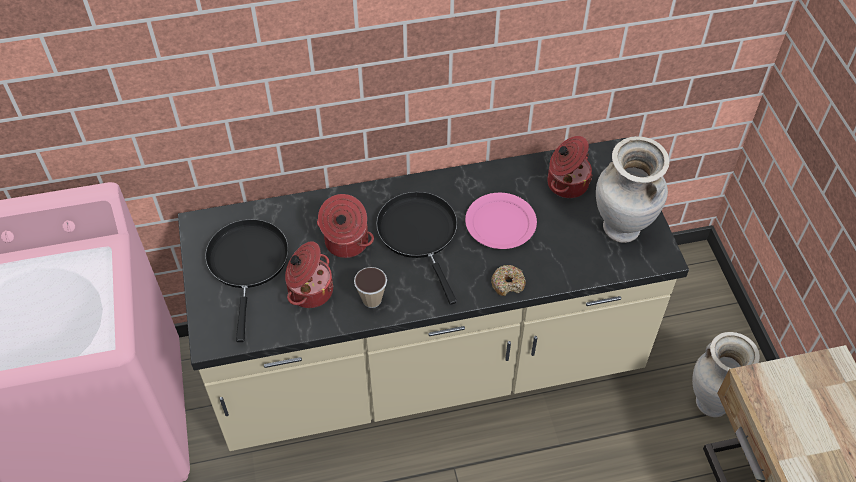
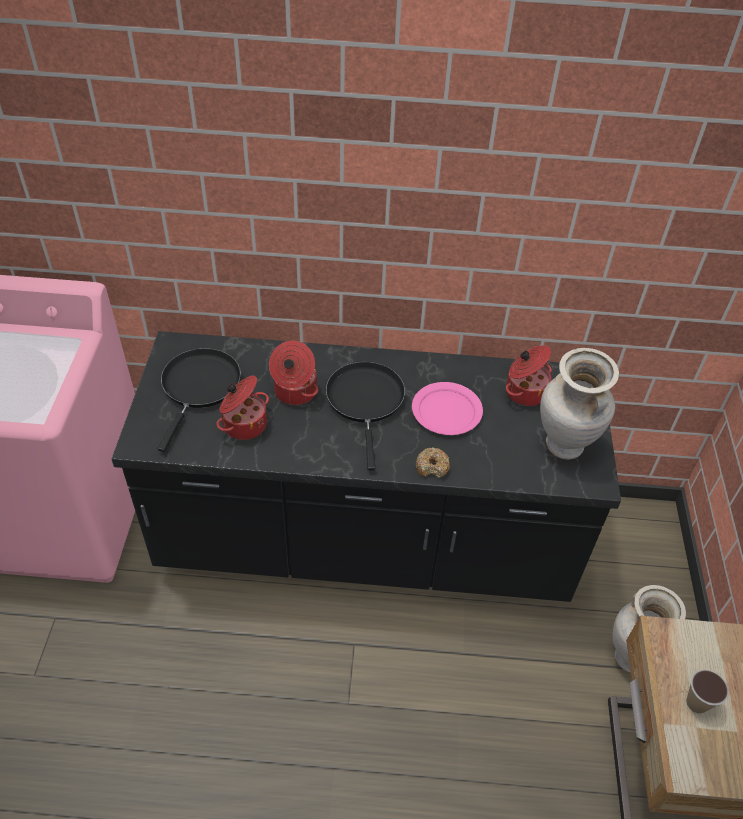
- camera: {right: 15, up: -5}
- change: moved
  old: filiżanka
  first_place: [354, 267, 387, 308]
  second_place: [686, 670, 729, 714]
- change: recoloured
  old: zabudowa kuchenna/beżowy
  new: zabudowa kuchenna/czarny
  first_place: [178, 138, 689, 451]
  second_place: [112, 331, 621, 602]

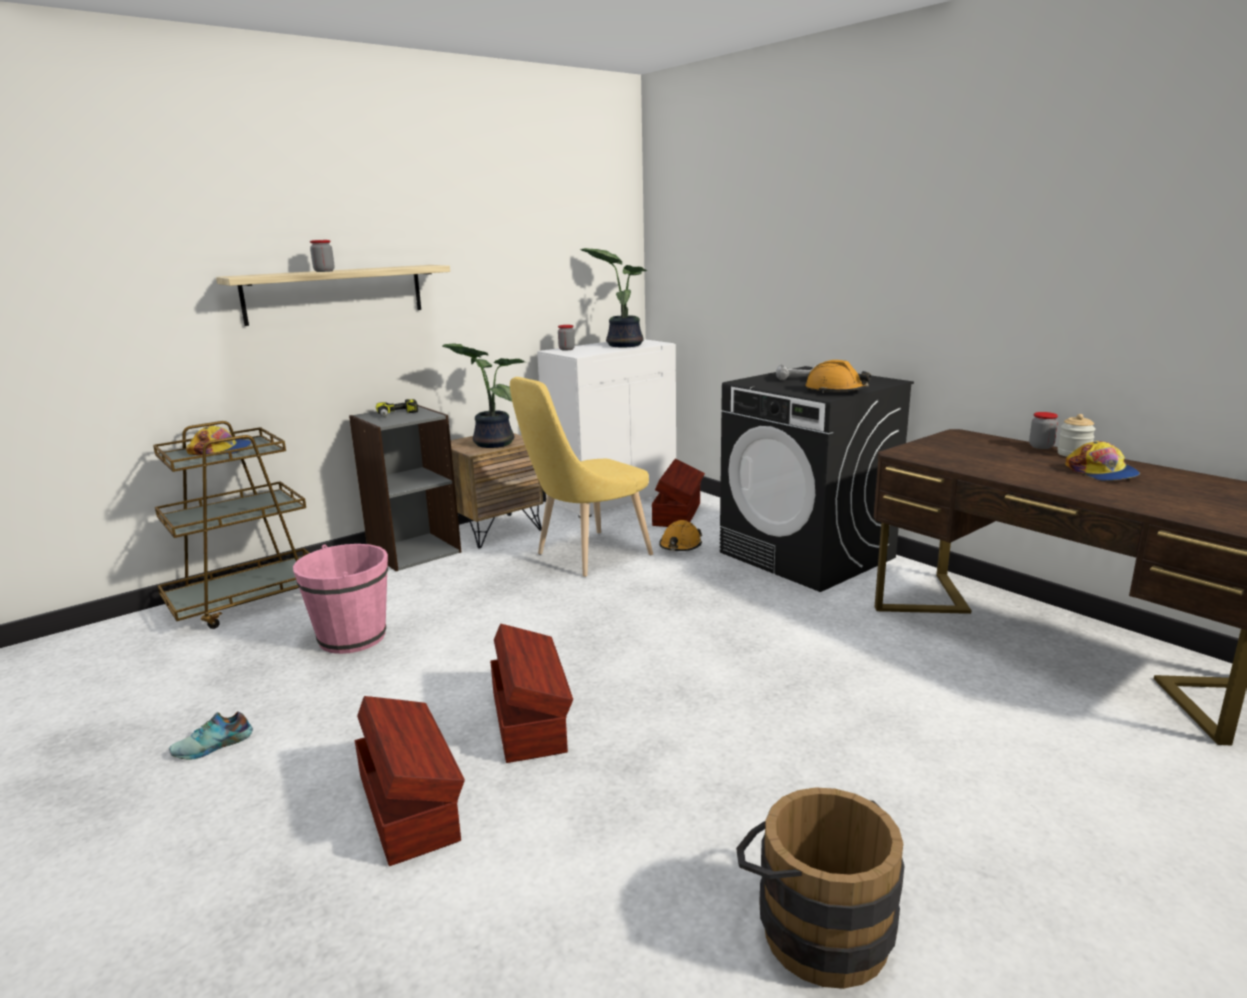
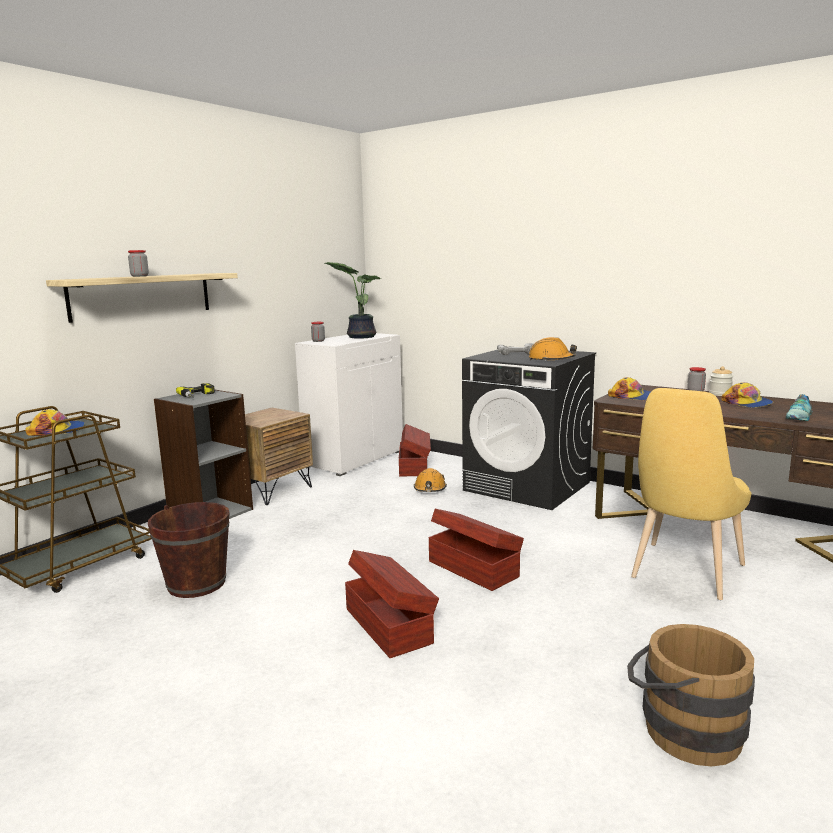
- camera: {right: -15, up: -5}
- change: removed
  old: roślina doniczkowa
  first_place: [442, 343, 525, 448]
- change: added
  new: czapka z daszkiem
  second_place: [608, 377, 651, 400]
- change: moved
  old: but
  first_place: [169, 712, 253, 760]
  second_place: [786, 394, 812, 421]
- change: moved
  old: pojemnik do przechowywania/brązowy
  first_place: [355, 696, 465, 866]
  second_place: [429, 509, 524, 591]
- change: moved
  old: krzesło/żółty
  first_place: [510, 377, 653, 577]
  second_place: [631, 388, 752, 600]
- change: recoloured
  old: wiadro/różowy
  new: wiadro/brązowy
  first_place: [293, 544, 388, 654]
  second_place: [148, 502, 230, 598]

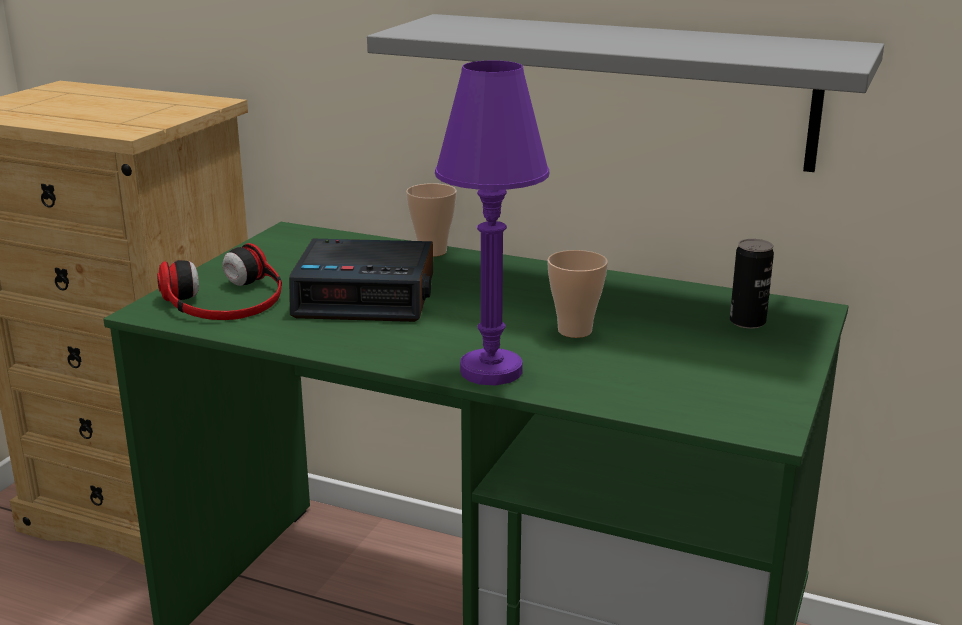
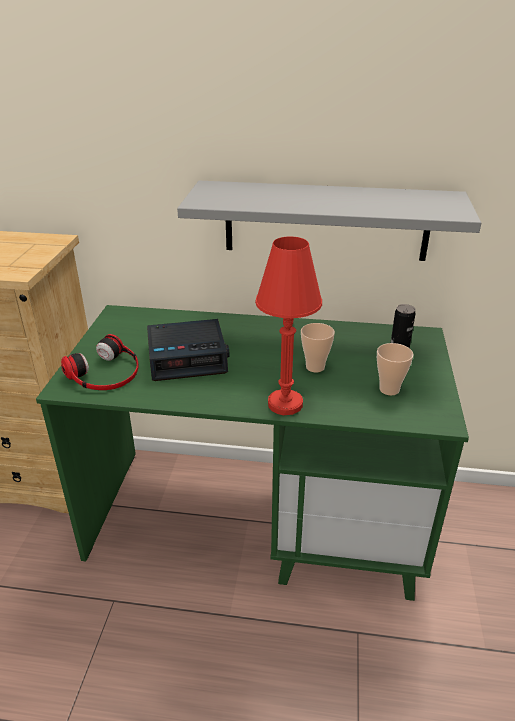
- camera: {right: -15, up: 10}
- change: moved
  old: filiżanka
  first_place: [406, 183, 457, 257]
  second_place: [377, 343, 414, 395]
- change: recoloured
  old: lampa stołowa/fioletowy
  new: lampa stołowa/czerwony
  first_place: [435, 60, 550, 386]
  second_place: [255, 236, 322, 415]

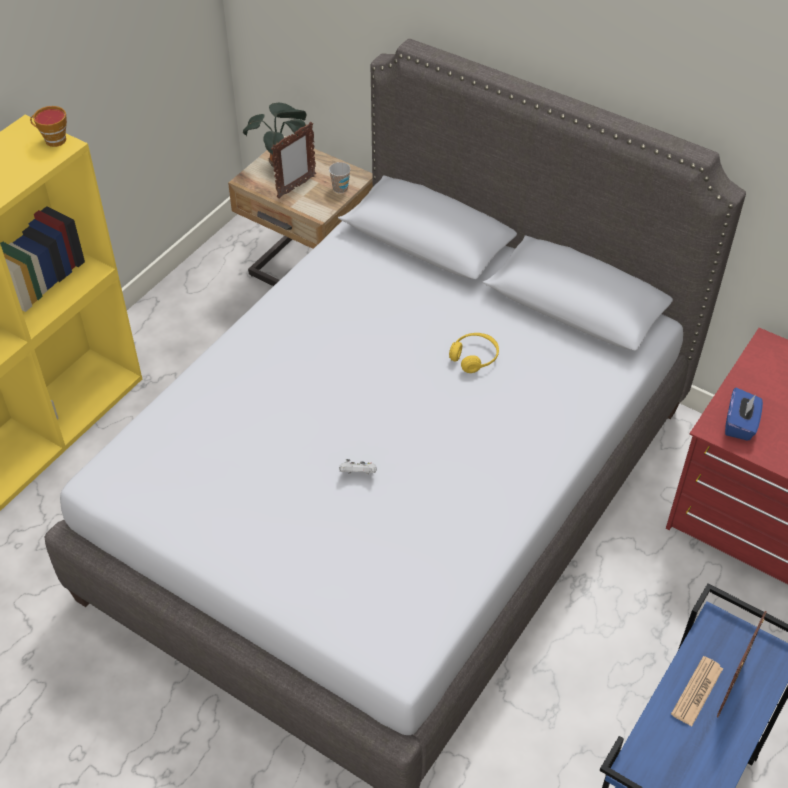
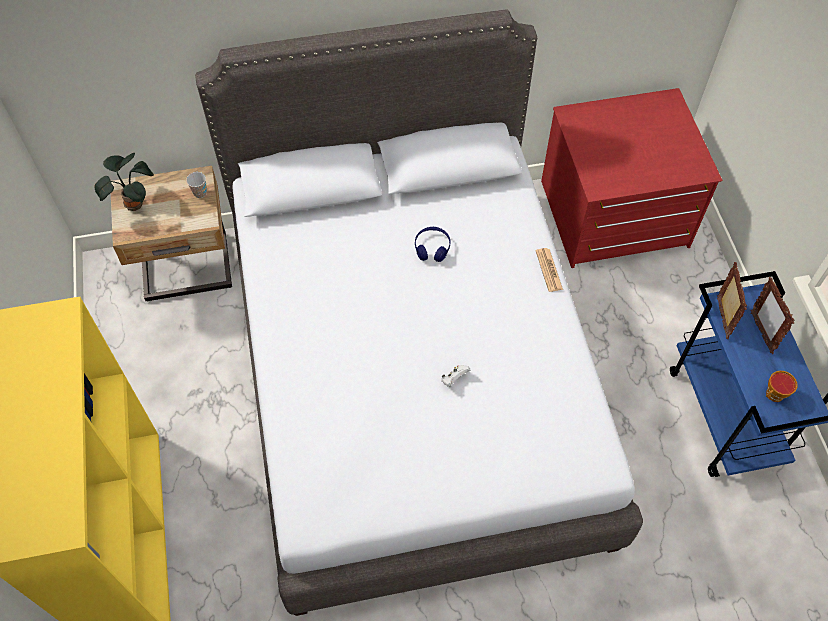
- camera: {right: -45, up: 10}
- change: removed
  old: pudełko chusteczek/niebieski
  first_place: [725, 388, 763, 441]
- change: moved
  old: filiżanka
  first_place: [30, 106, 67, 147]
  second_place: [766, 371, 798, 402]
- change: moved
  old: ramka na zdjęcie
  first_place: [271, 122, 316, 199]
  second_place: [717, 262, 747, 339]
- change: moved
  old: gazeta
  first_place: [671, 656, 723, 727]
  second_place: [536, 248, 563, 292]
- change: recoloured
  old: słuchawki/żółty
  new: słuchawki/niebieski
  first_place: [449, 333, 499, 373]
  second_place: [415, 227, 451, 262]

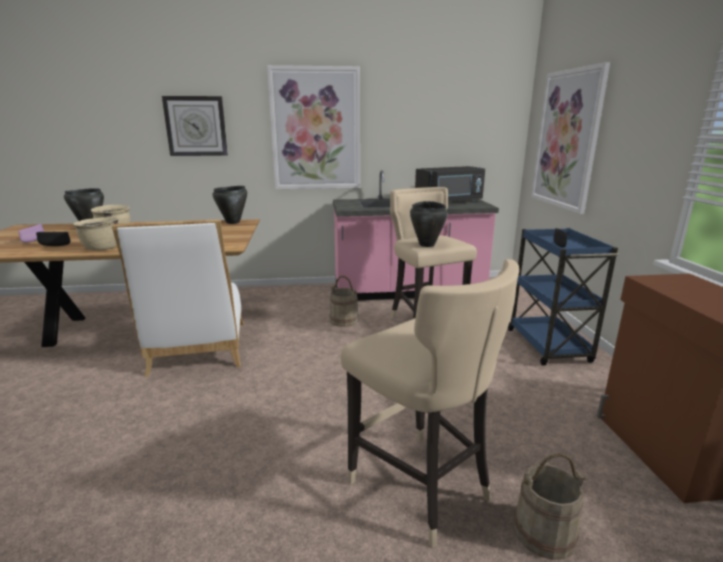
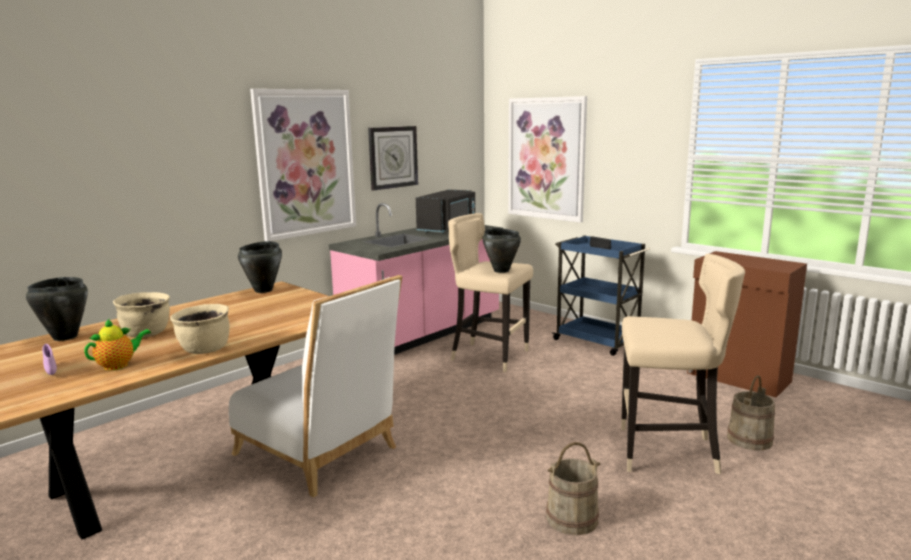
- camera: {right: -40, up: -5}
- change: moved
  old: zegar ścienny
  first_place: [162, 96, 228, 156]
  second_place: [368, 126, 418, 190]
- change: moved
  old: wiadro/beżowy
  first_place: [329, 276, 359, 327]
  second_place: [546, 442, 600, 535]
- change: replaced
  old: miska/czarny
  new: imbryk
  first_place: [36, 232, 70, 246]
  second_place: [84, 318, 151, 371]

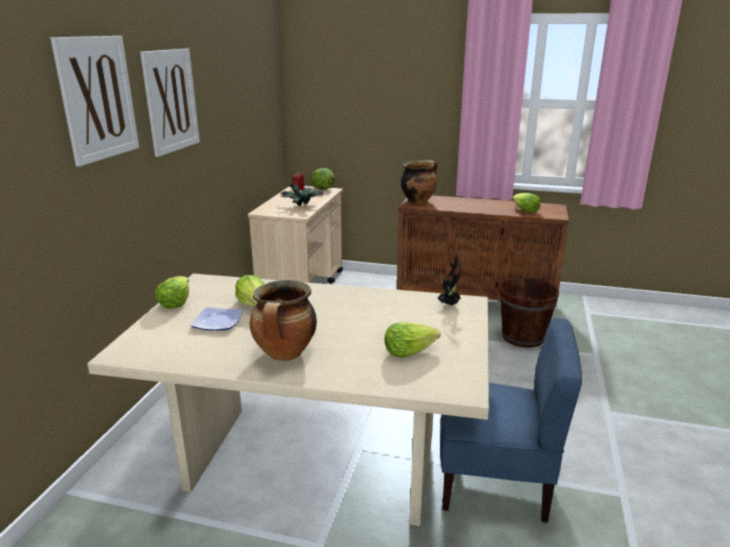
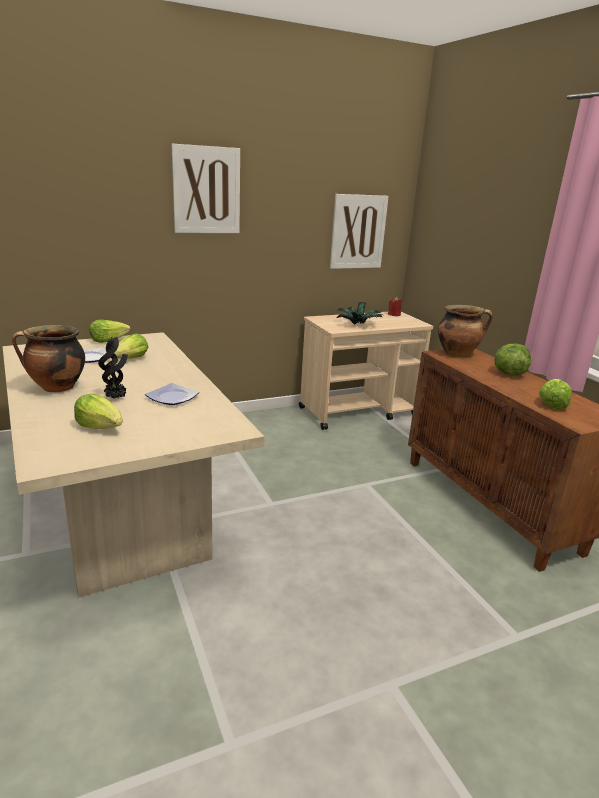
- camera: {right: 50, up: 0}
- change: removed
  old: krzesło/niebieski
  first_place: [440, 318, 582, 523]
- change: removed
  old: wiadro/brązowy
  first_place: [500, 275, 559, 348]
- change: added
  new: talerz
  second_place: [145, 383, 200, 405]
- change: moved
  old: obraz
  first_place: [51, 36, 139, 167]
  second_place: [330, 194, 389, 269]
- change: moved
  old: sałata
  first_place: [311, 168, 335, 190]
  second_place: [494, 343, 531, 376]
- change: moved
  old: roślina doniczkowa
  first_place: [437, 247, 461, 306]
  second_place: [98, 337, 128, 399]

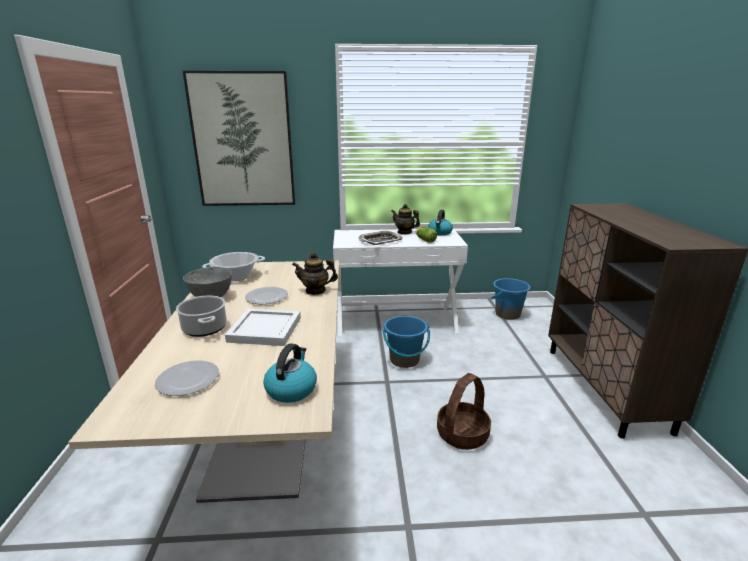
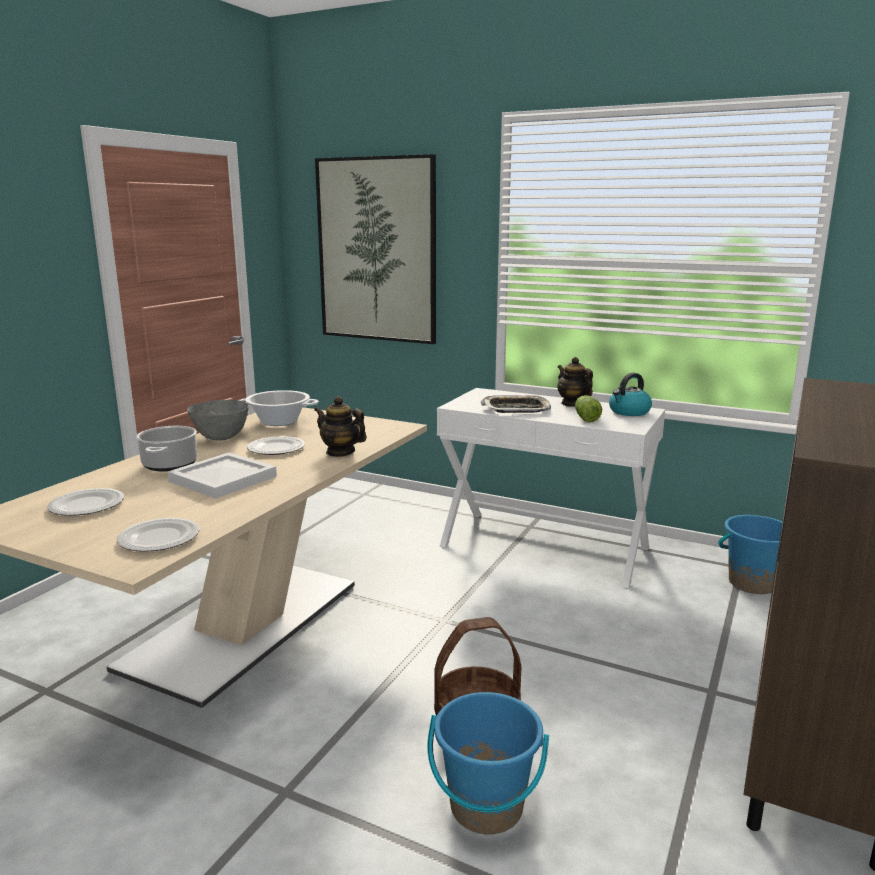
- camera: {right: 30, up: -5}
- change: moved
  old: wiadro/niebieski
  first_place: [382, 316, 430, 368]
  second_place: [427, 692, 549, 835]
- change: replaced
  old: czajnik
  new: talerz
  first_place: [263, 344, 317, 403]
  second_place: [117, 518, 200, 552]

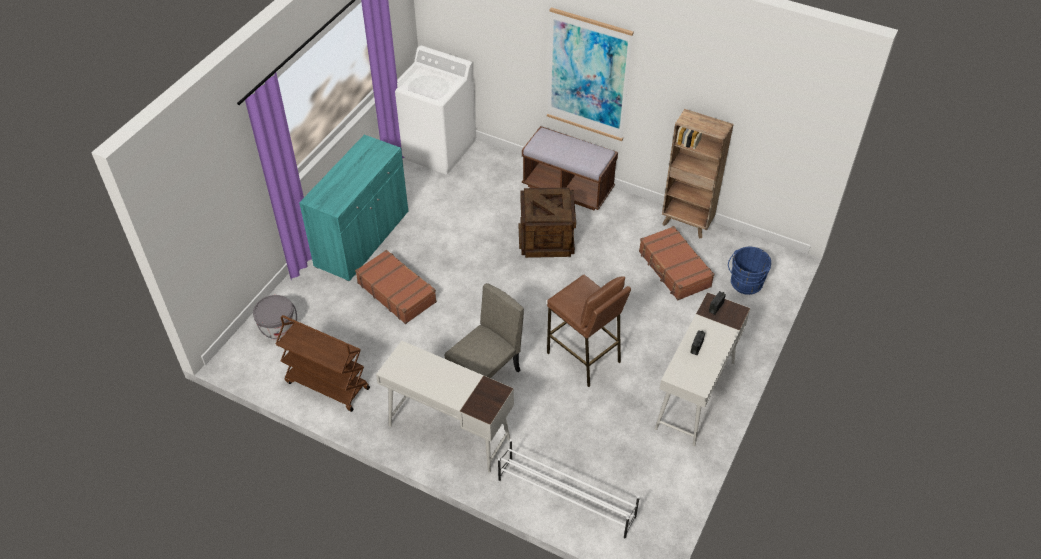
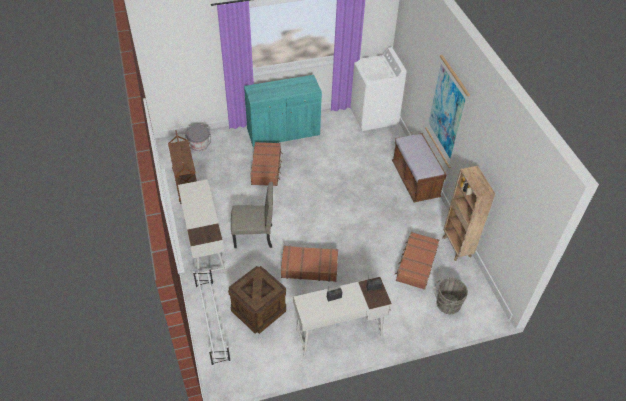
- camera: {right: 45, up: 0}
- change: moved
  old: skrzynka
  first_place: [519, 187, 576, 258]
  second_place: [228, 266, 286, 334]
- change: replaced
  old: stołek/brązowy
  new: walizka/brązowy
  first_place: [547, 275, 631, 387]
  second_place: [281, 246, 338, 282]
- change: recoloured
  old: wiadro/niebieski
  new: wiadro/szary
  first_place: [728, 247, 771, 295]
  second_place: [435, 277, 468, 314]

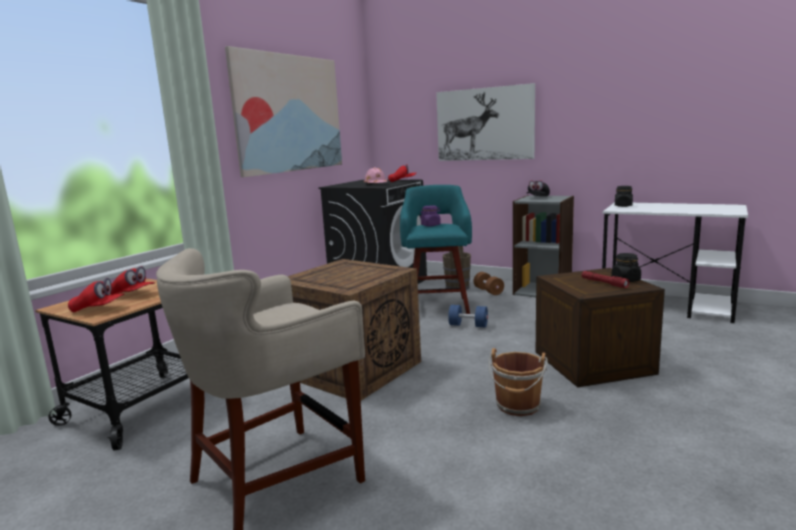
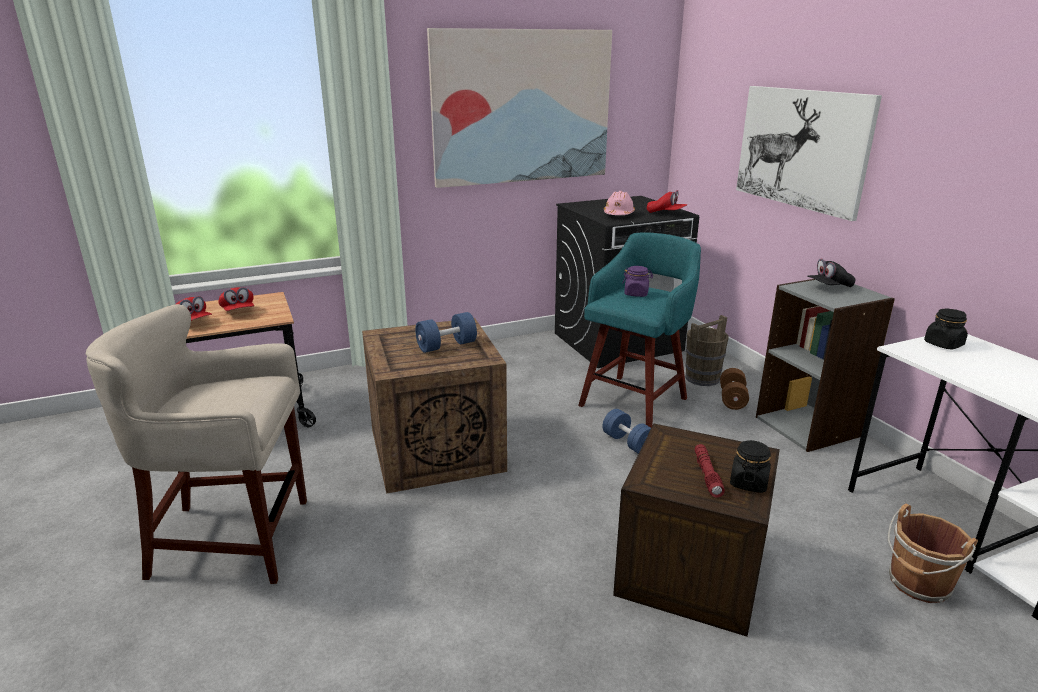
- camera: {right: 35, up: 10}
- change: added
  new: hantel/niebieski
  second_place: [415, 312, 477, 353]
- change: moved
  old: wiadro/brązowy
  first_place: [489, 348, 548, 416]
  second_place: [888, 503, 978, 603]

